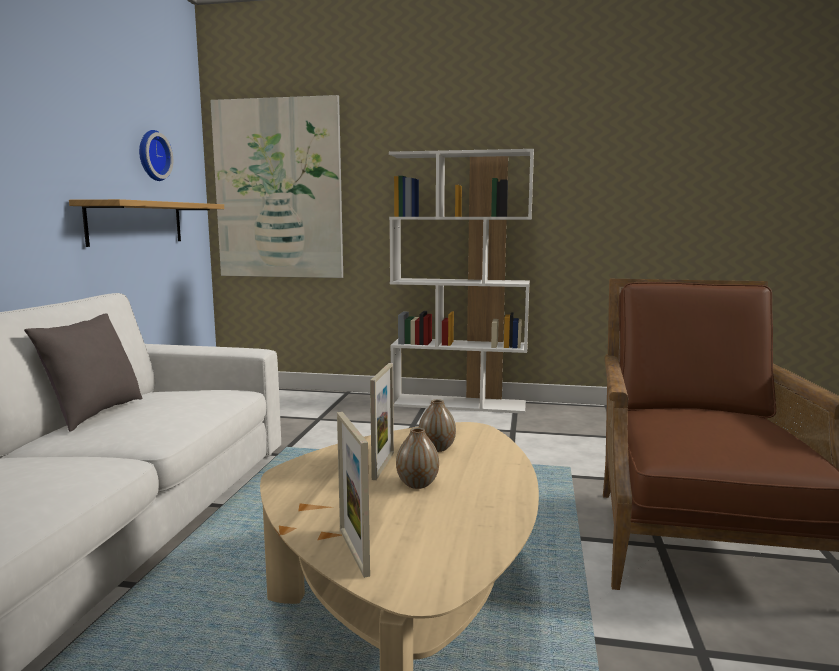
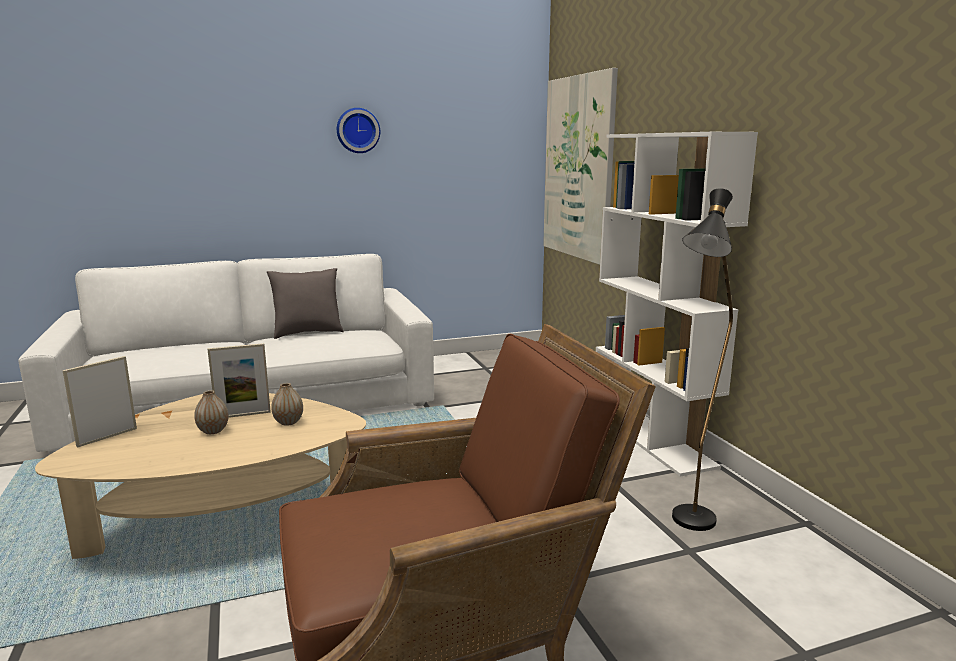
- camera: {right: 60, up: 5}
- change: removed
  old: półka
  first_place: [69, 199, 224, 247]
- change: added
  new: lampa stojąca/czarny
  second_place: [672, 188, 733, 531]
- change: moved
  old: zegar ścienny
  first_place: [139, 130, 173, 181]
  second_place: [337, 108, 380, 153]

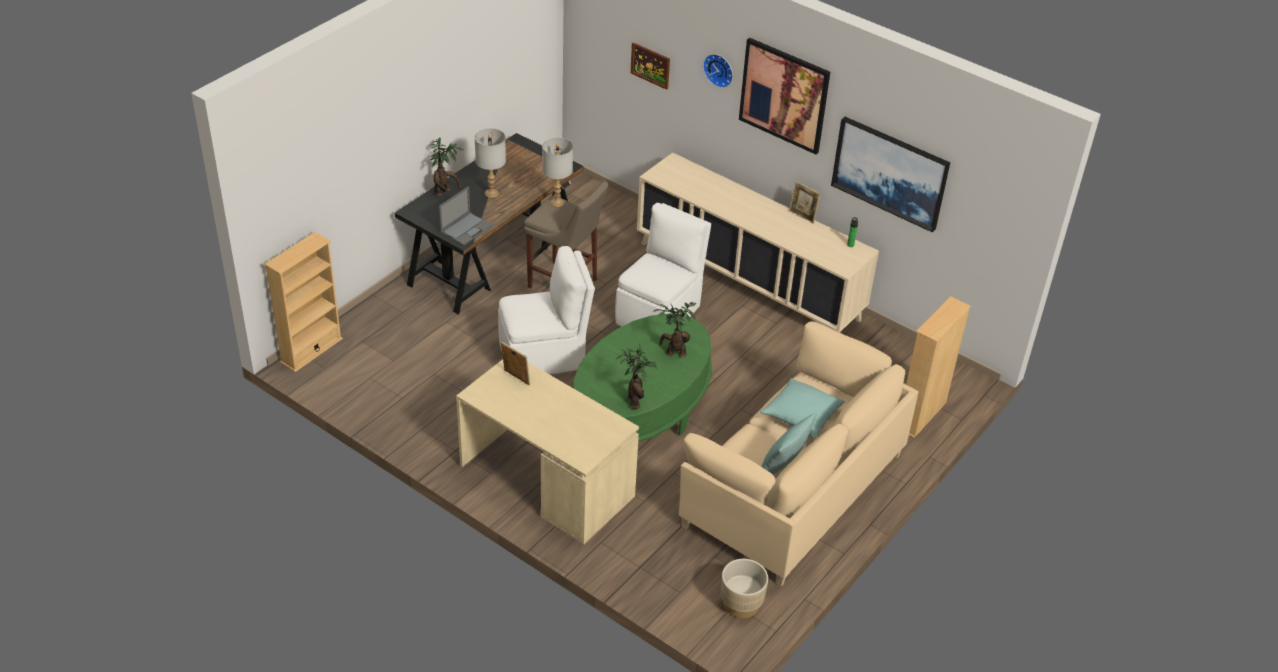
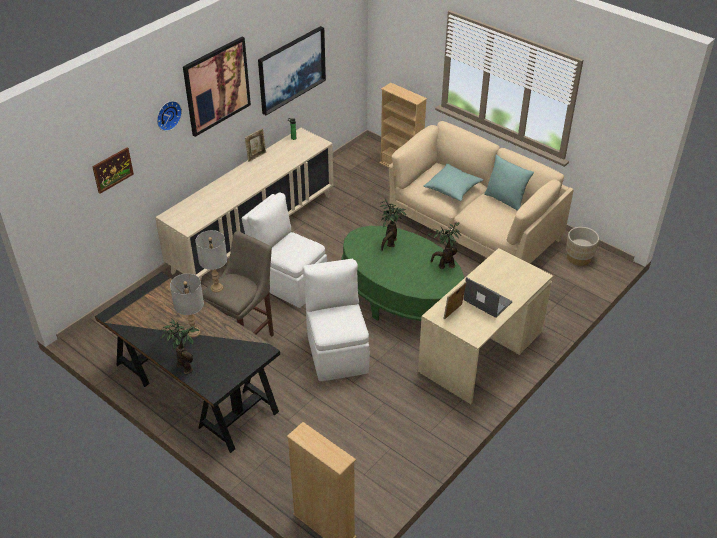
- camera: {right: -85, up: 0}
- change: moved
  old: laptop
  first_place: [439, 186, 493, 245]
  second_place: [463, 277, 513, 318]

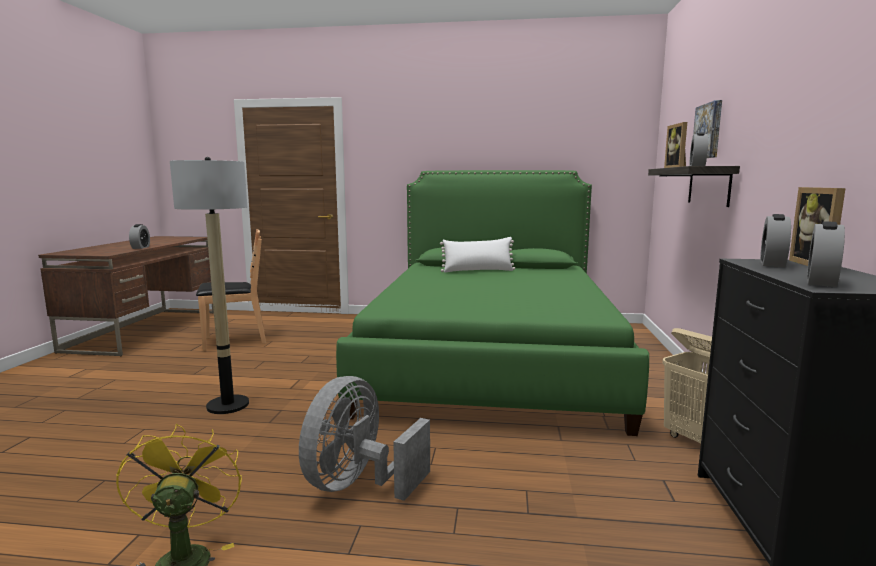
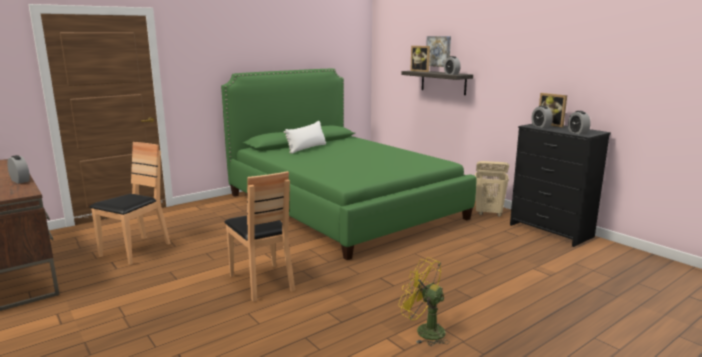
- camera: {right: -45, up: 5}
- change: removed
  old: wentylator/szary
  first_place: [299, 376, 430, 501]
- change: replaced
  old: lampa stojąca
  new: krzesło/brązowy
  first_place: [170, 157, 249, 414]
  second_place: [224, 171, 295, 302]

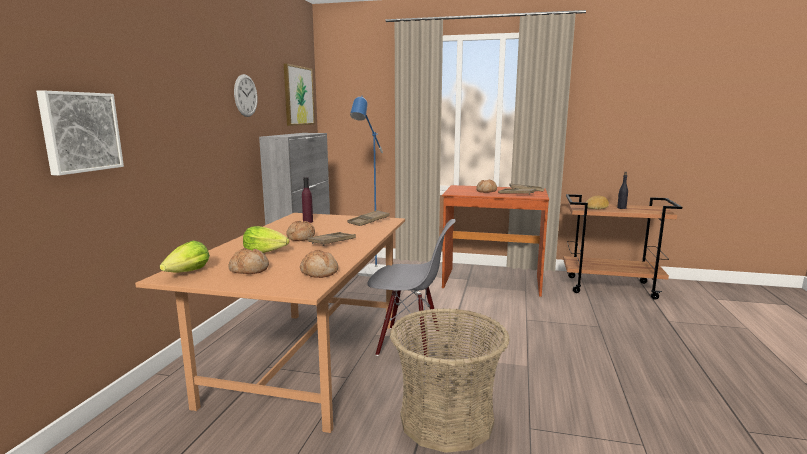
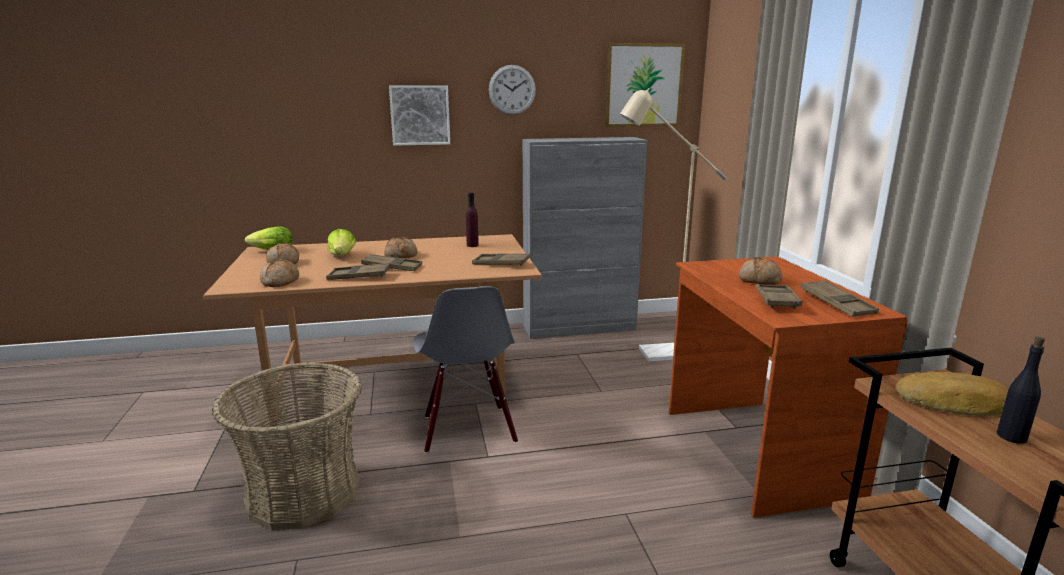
- camera: {right: 65, up: 5}
- change: added
  new: taca/brązowy
  second_place: [326, 263, 390, 280]
- change: moved
  old: obraz
  first_place: [36, 91, 124, 176]
  second_place: [389, 85, 450, 146]
- change: recoloured
  old: lampa stojąca/niebieski
  new: lampa stojąca/beżowy
  first_place: [350, 96, 386, 277]
  second_place: [620, 88, 727, 361]

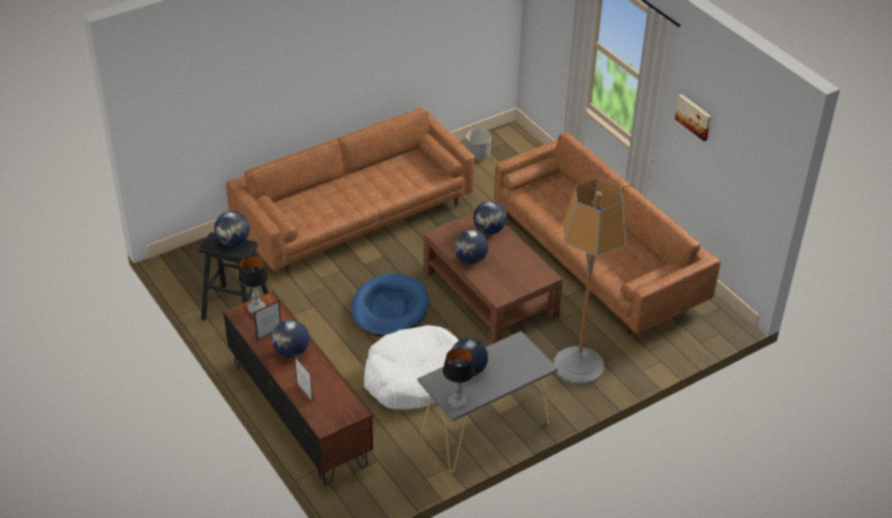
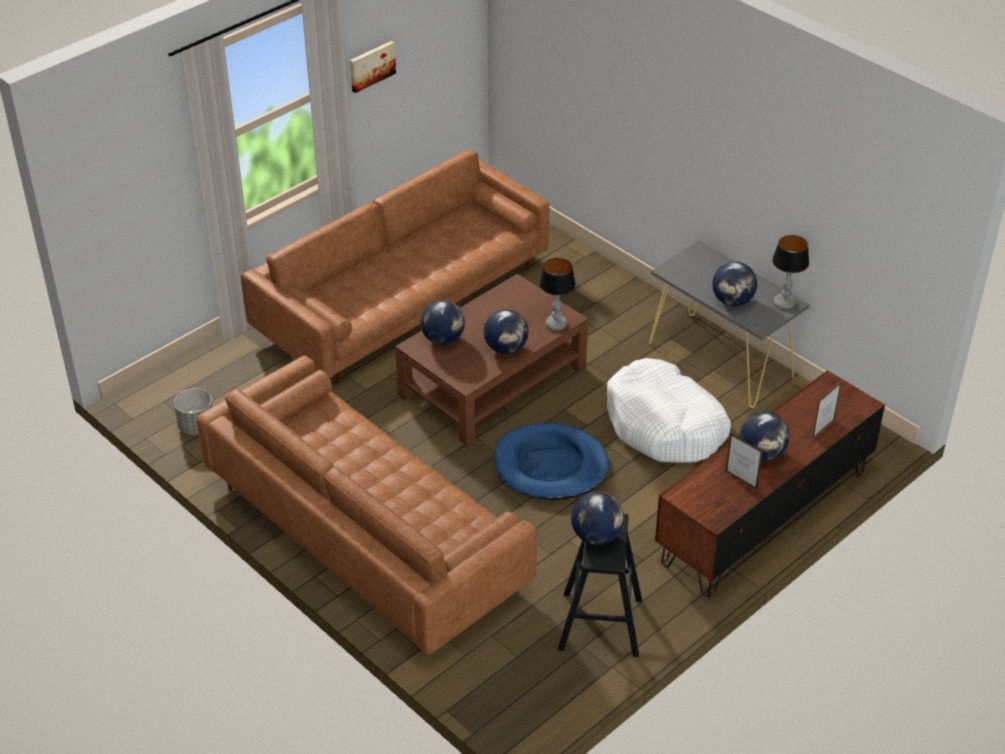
- camera: {right: -100, up: 0}
- change: removed
  old: lampa stojąca
  first_place: [554, 178, 626, 385]
- change: moved
  old: lampa stołowa
  first_place: [238, 256, 269, 314]
  second_place: [540, 258, 576, 330]

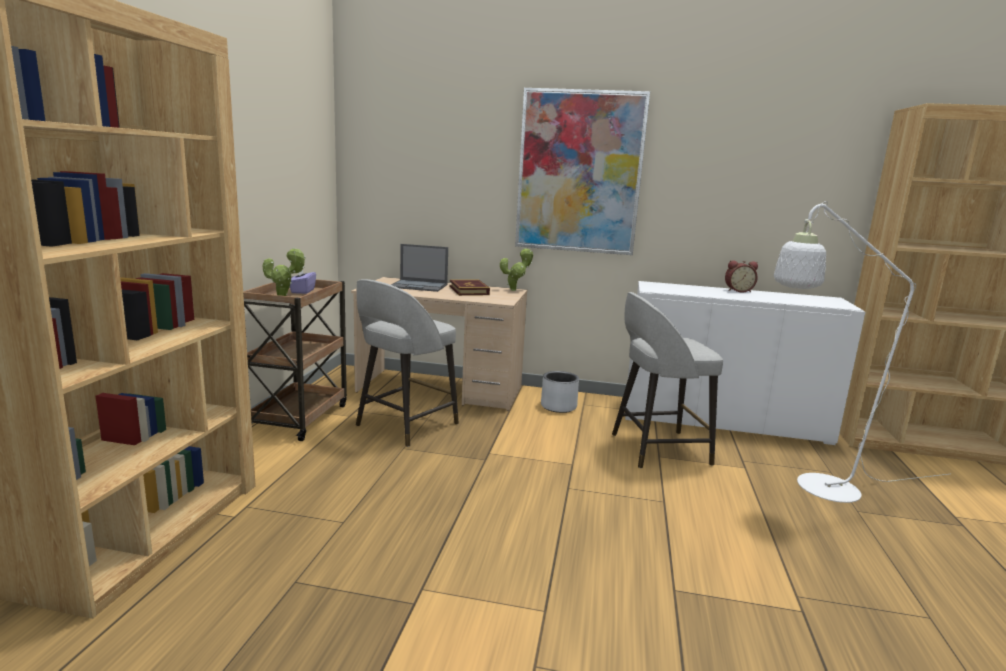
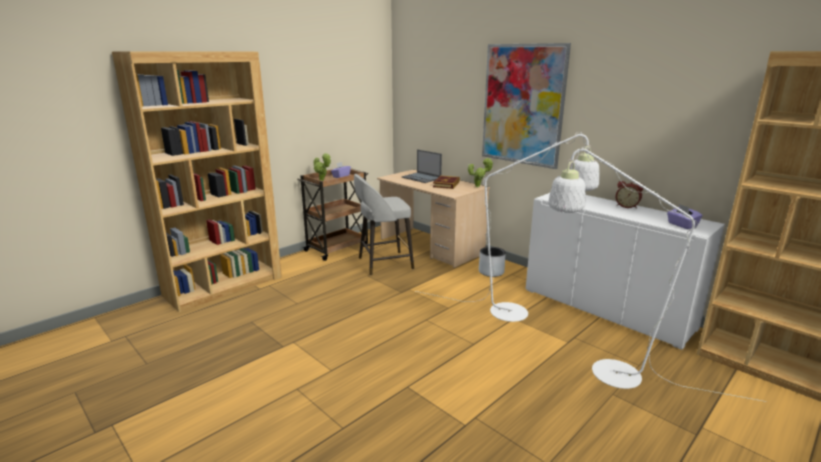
- camera: {right: 35, up: 5}
- change: added
  new: pudełko chusteczek/fioletowy
  second_place: [667, 204, 703, 229]
- change: replaced
  old: stołek/szary
  new: lampa stojąca/biały
  first_place: [612, 292, 723, 468]
  second_place: [415, 132, 599, 322]

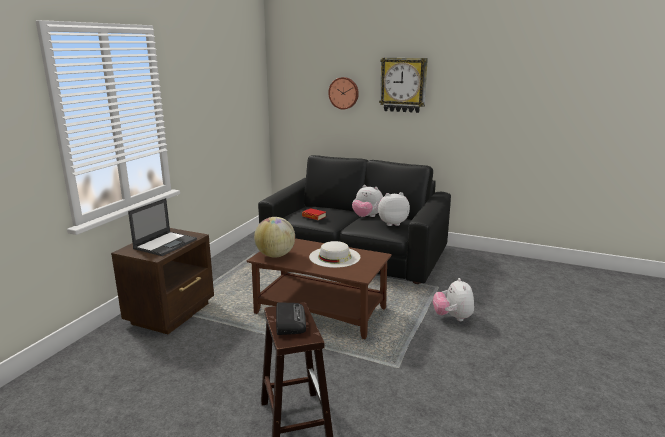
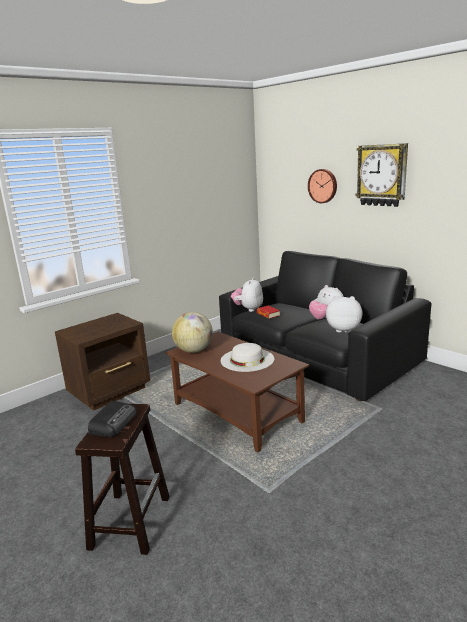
- camera: {right: 25, up: 0}
- change: removed
  old: laptop
  first_place: [128, 198, 197, 256]
- change: moved
  old: pluszak
  first_place: [433, 278, 474, 321]
  second_place: [231, 277, 263, 312]

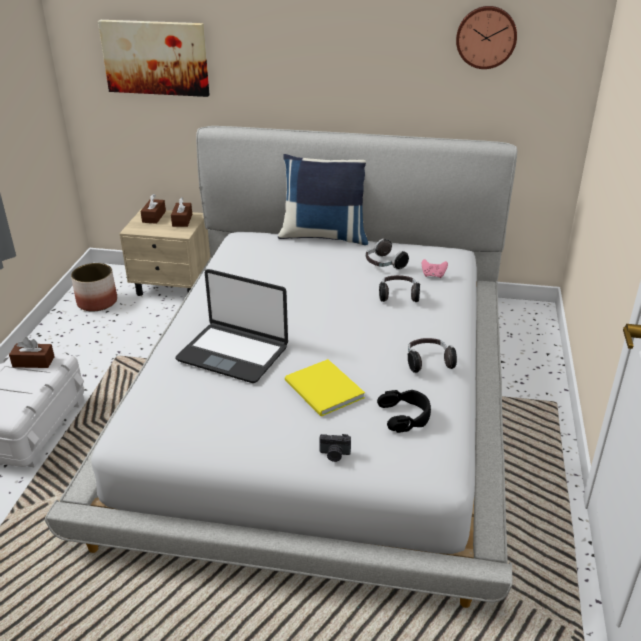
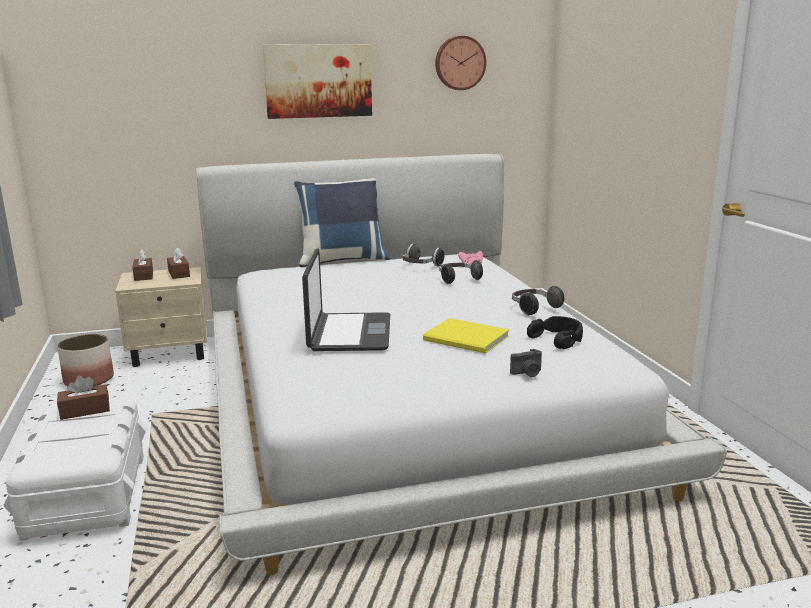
- camera: {right: -25, up: -15}
- change: moved
  old: obraz
  first_place: [98, 20, 210, 97]
  second_place: [263, 44, 372, 119]
- change: turned
  old: laptop
  first_place: [175, 269, 288, 383]
  second_place: [302, 248, 390, 351]
  degrees: -90

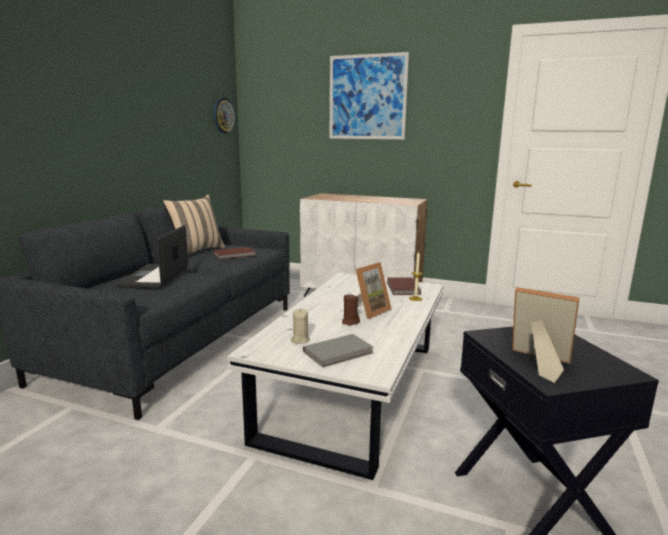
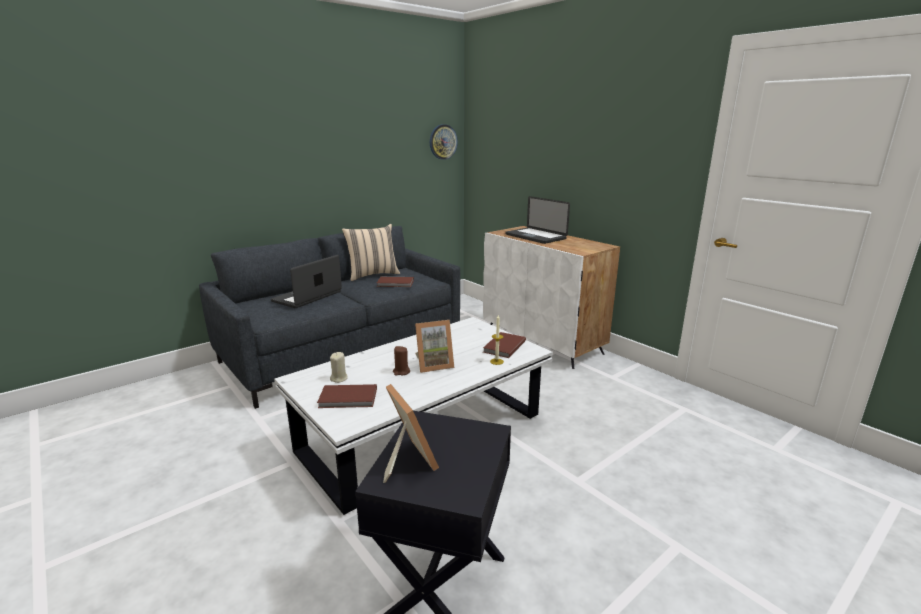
- camera: {right: 30, up: 5}
- change: removed
  old: obraz
  first_place: [329, 52, 409, 139]
- change: added
  new: laptop
  second_place: [505, 196, 570, 244]
- change: recoloured
  old: książka/szary
  new: książka/brązowy
  first_place: [303, 334, 373, 368]
  second_place: [317, 384, 377, 408]

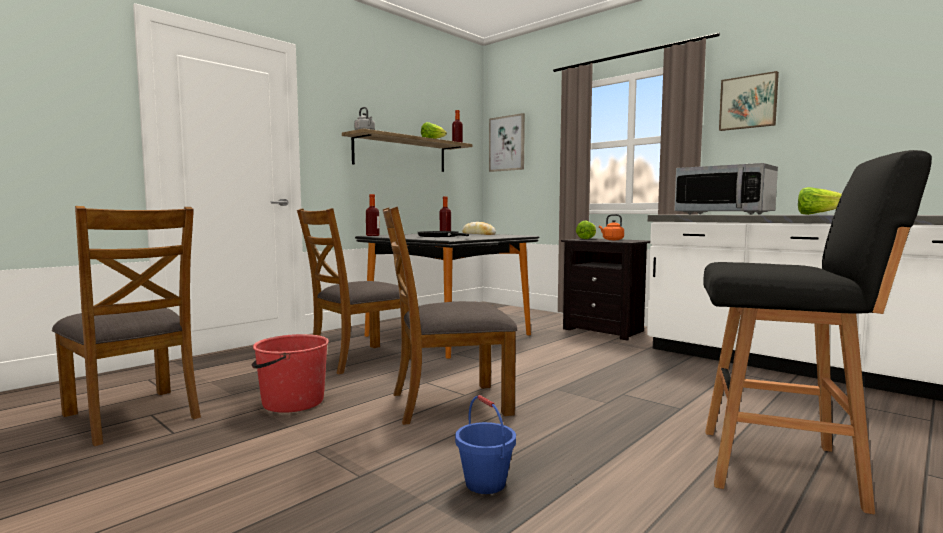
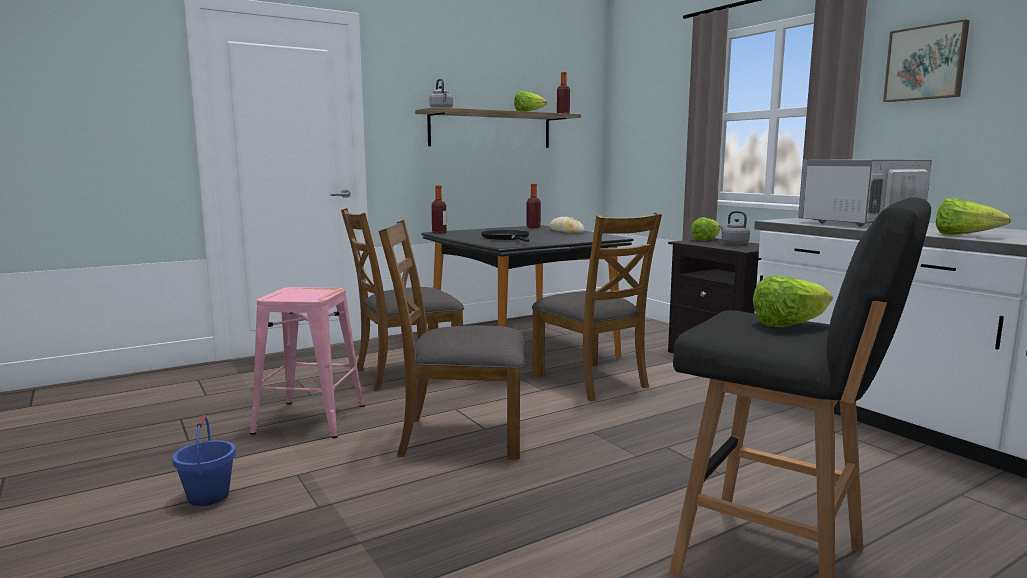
- camera: {right: 15, up: 5}
- change: removed
  old: obraz
  first_place: [489, 113, 525, 172]
- change: added
  new: sałata
  second_place: [753, 275, 833, 327]
- change: moved
  old: krzesło/brązowy
  first_place: [52, 206, 201, 446]
  second_place: [532, 212, 662, 401]
- change: moved
  old: wiadro/niebieski
  first_place: [455, 395, 516, 494]
  second_place: [172, 415, 236, 506]
- change: replaced
  old: wiadro/czerwony
  new: stołek/różowy
  first_place: [252, 334, 329, 413]
  second_place: [250, 287, 365, 438]
- change: recoloured
  old: czajnik/pomarańczowy
  new: czajnik/szary
  first_place: [599, 214, 624, 240]
  second_place: [719, 211, 750, 245]
- change: turned
  old: mikrofalówka
  first_place: [674, 163, 778, 215]
  second_place: [799, 160, 932, 226]
  degrees: 90

